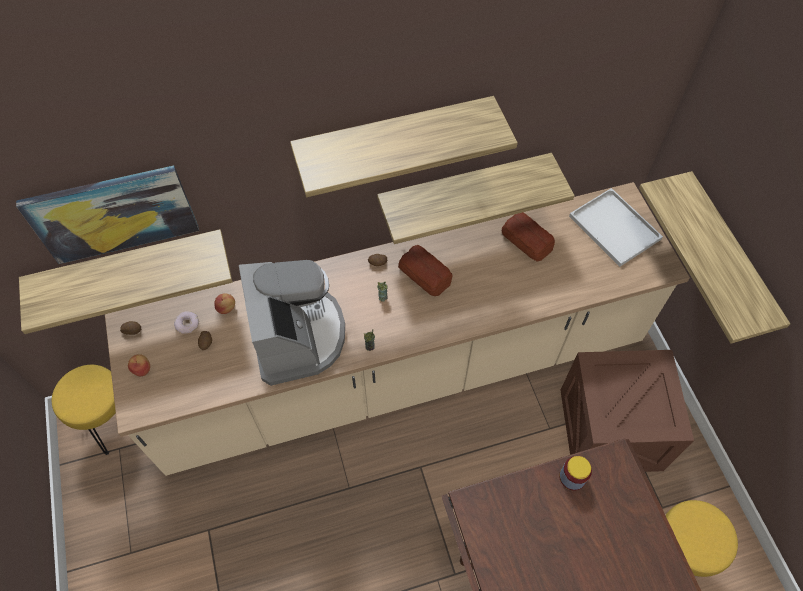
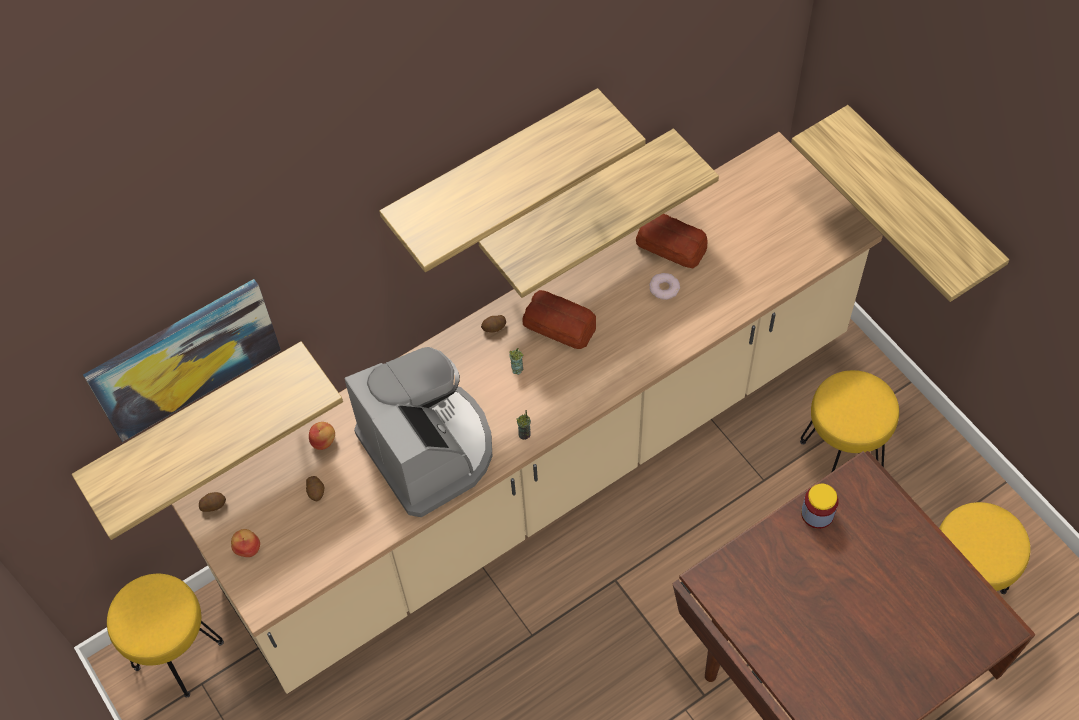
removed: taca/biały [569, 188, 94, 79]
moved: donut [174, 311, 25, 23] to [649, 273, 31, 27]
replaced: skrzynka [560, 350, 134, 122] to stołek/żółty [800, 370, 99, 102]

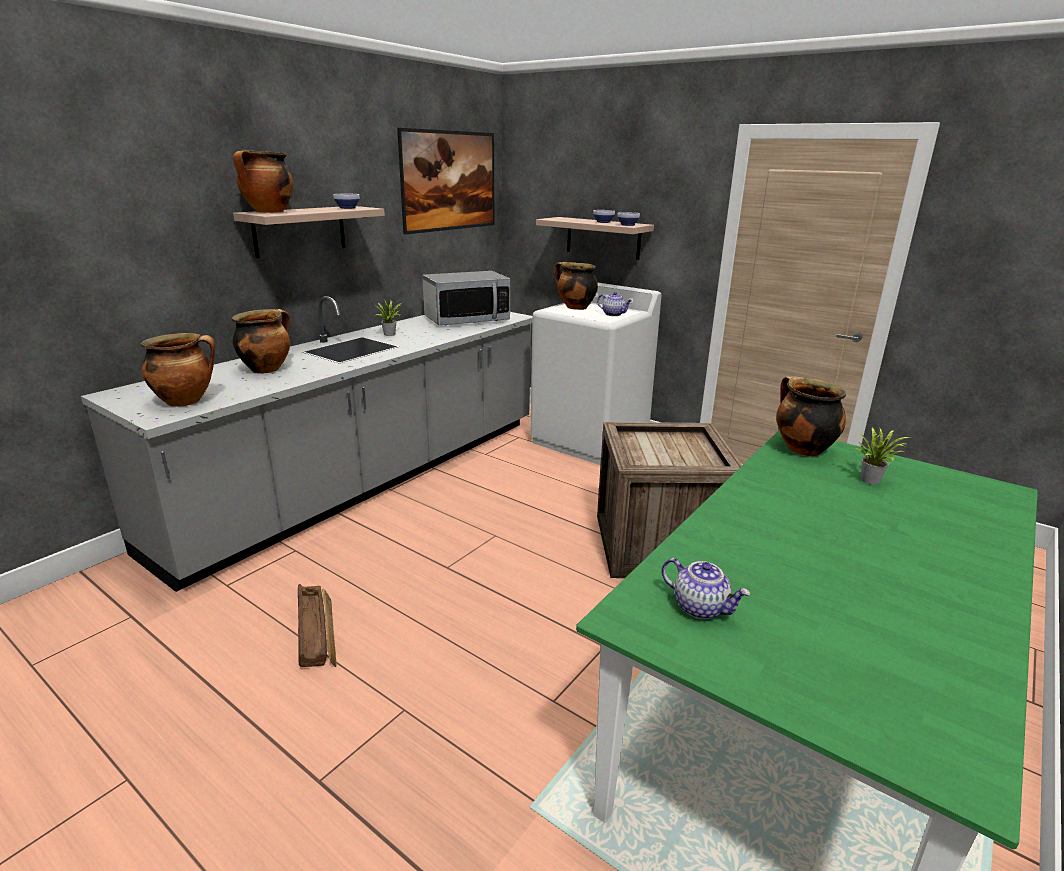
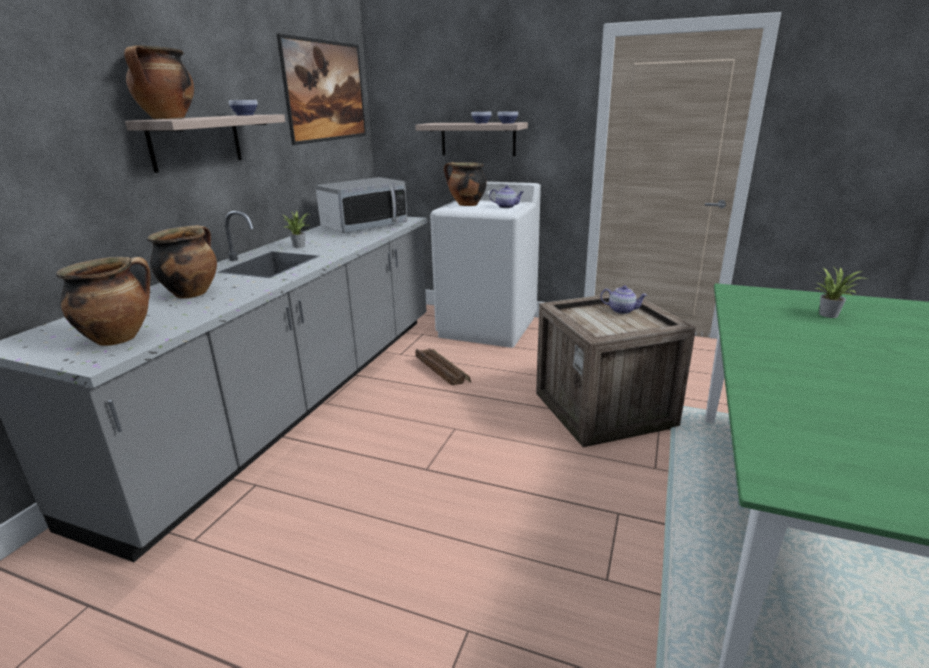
removed: garnek [776, 376, 70, 81]
moved: skrzynka [298, 584, 39, 83] to [415, 349, 56, 36]; imbryk [662, 558, 88, 61] to [600, 285, 47, 29]

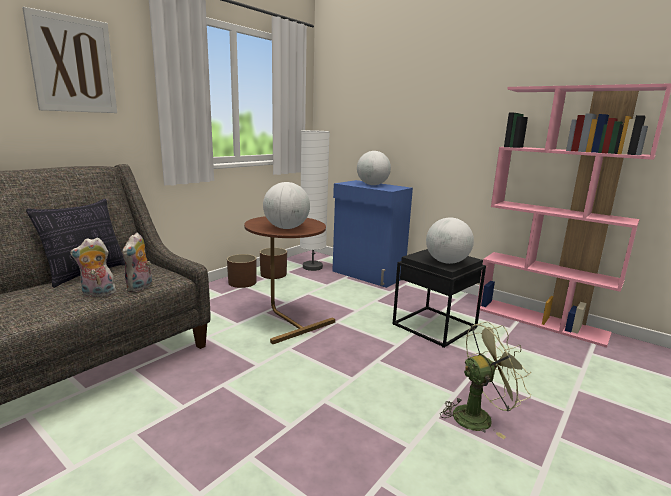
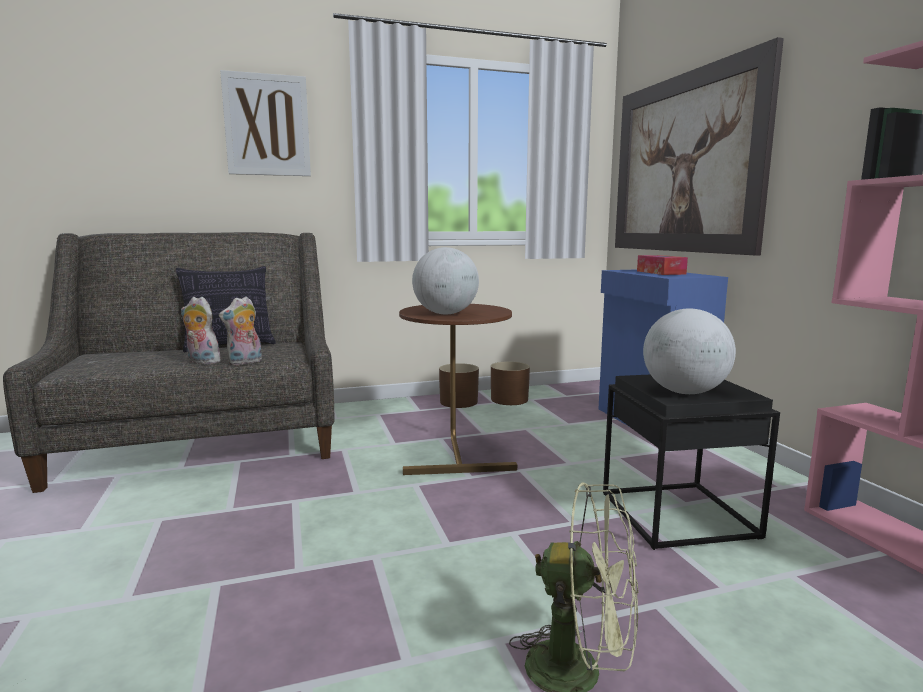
removed: lampa stojąca/biały [300, 130, 30, 141]
added: obraz [615, 37, 169, 218]
replaced: globus [357, 151, 34, 34] to pudełko chusteczek [637, 255, 51, 20]

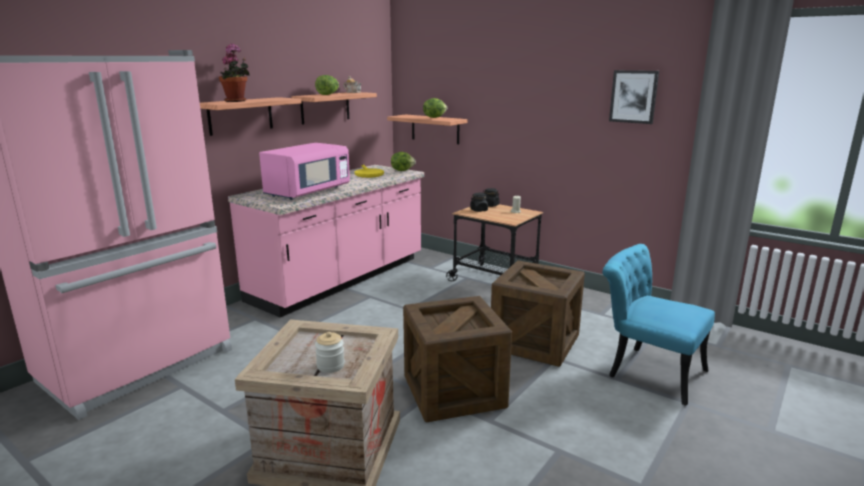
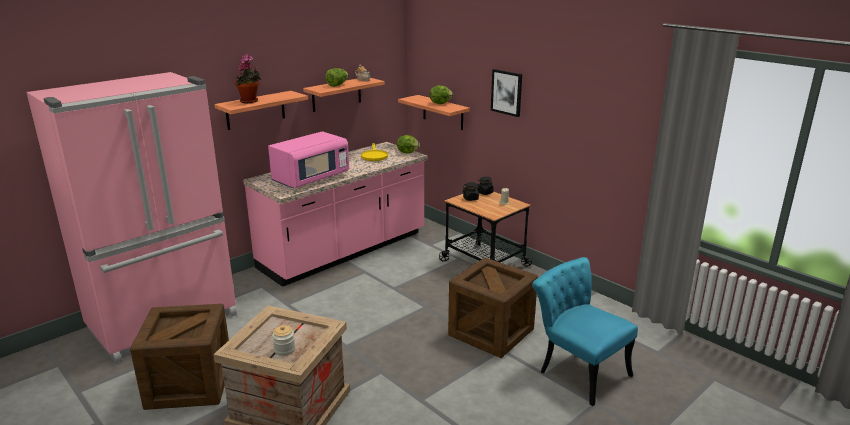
moved: skrzynka [403, 296, 109, 127] to [130, 304, 99, 106]; obraz [609, 70, 50, 54] to [491, 69, 31, 48]

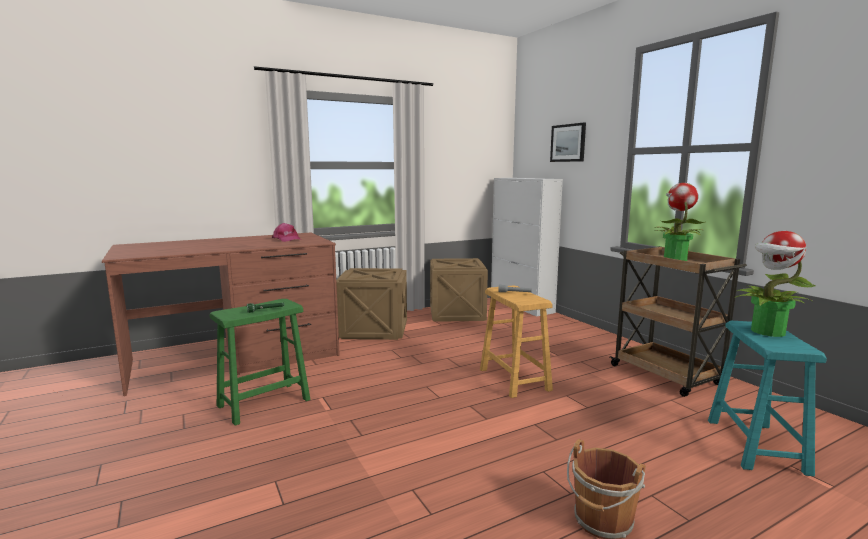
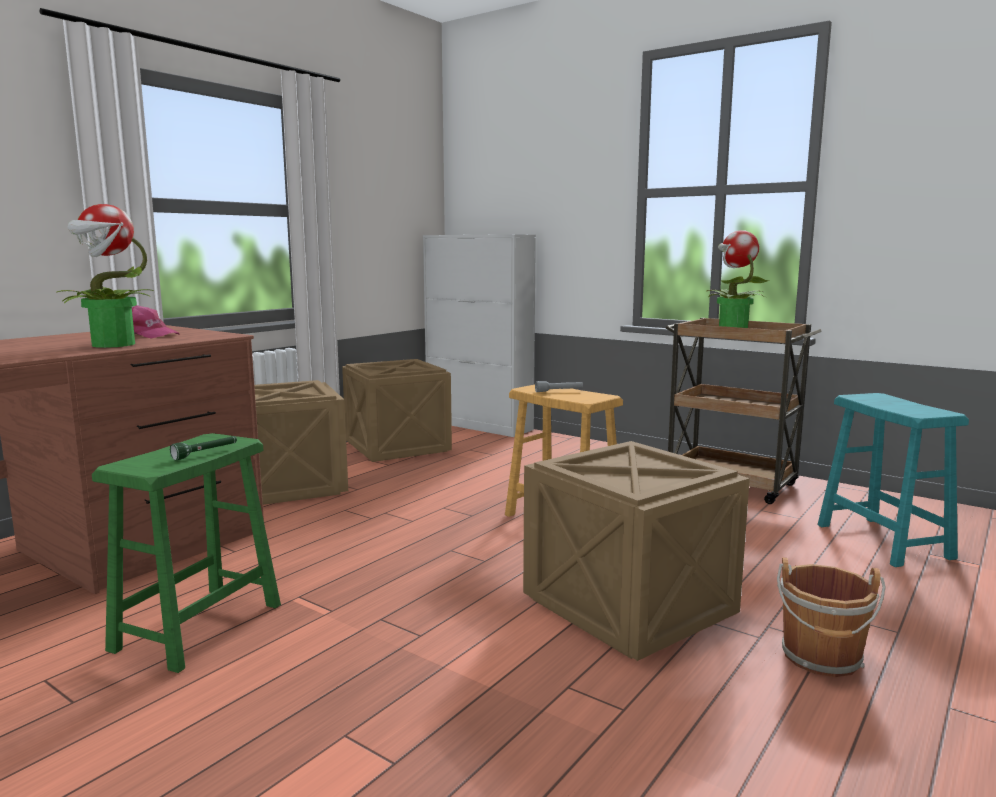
removed: obraz [550, 123, 36, 39]
added: skrzynka [523, 441, 227, 220]
moved: roślina doniczkowa [734, 231, 81, 106] to [56, 204, 98, 144]

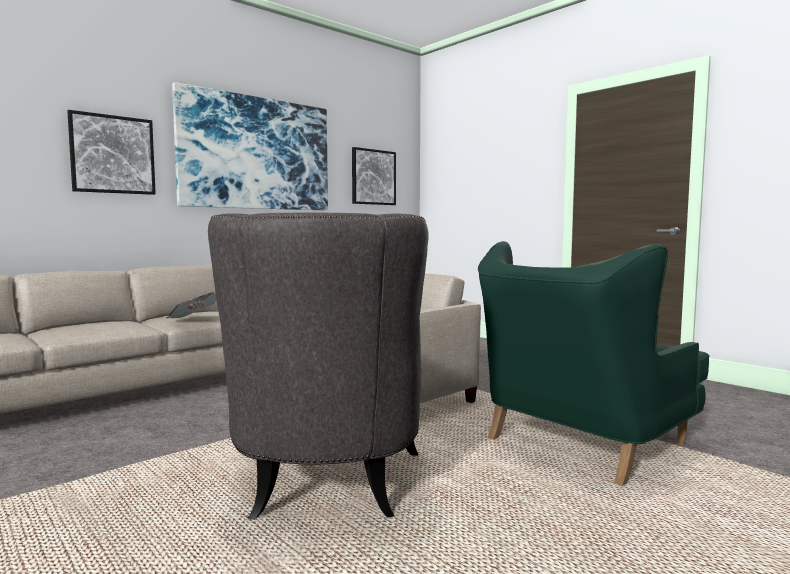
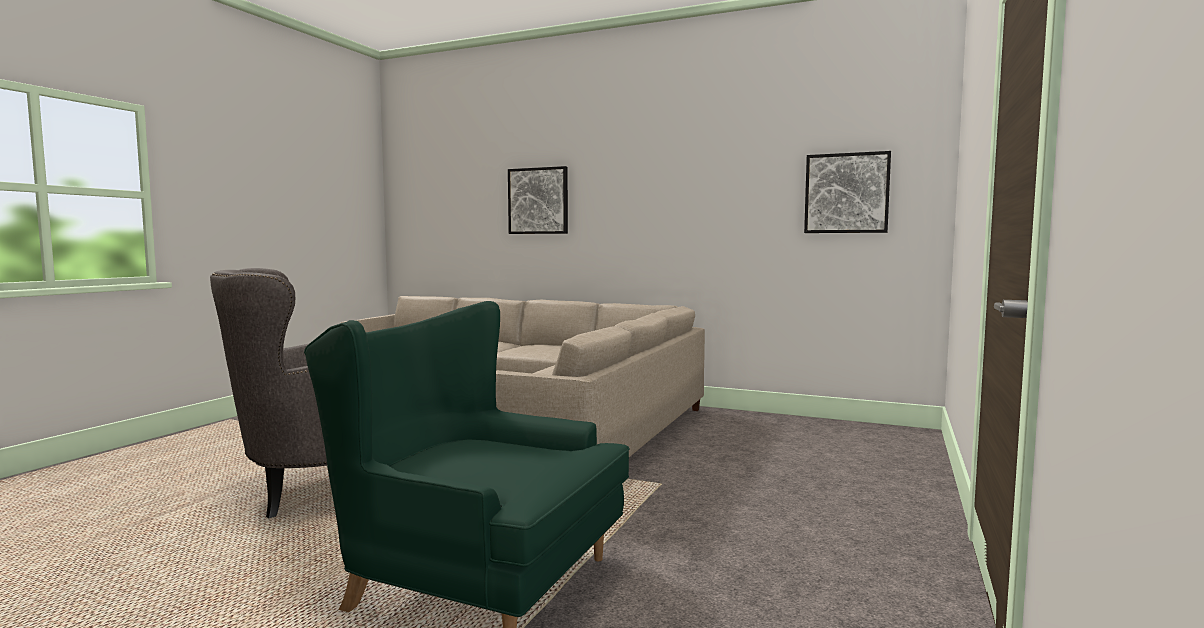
removed: gazeta [166, 292, 50, 27]; obraz [172, 82, 156, 128]

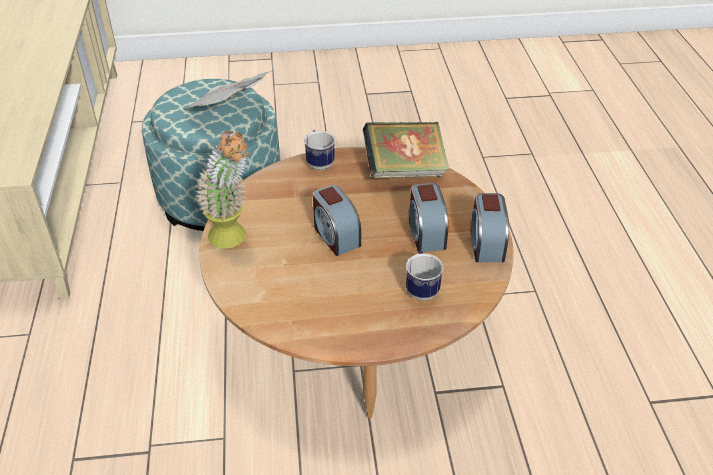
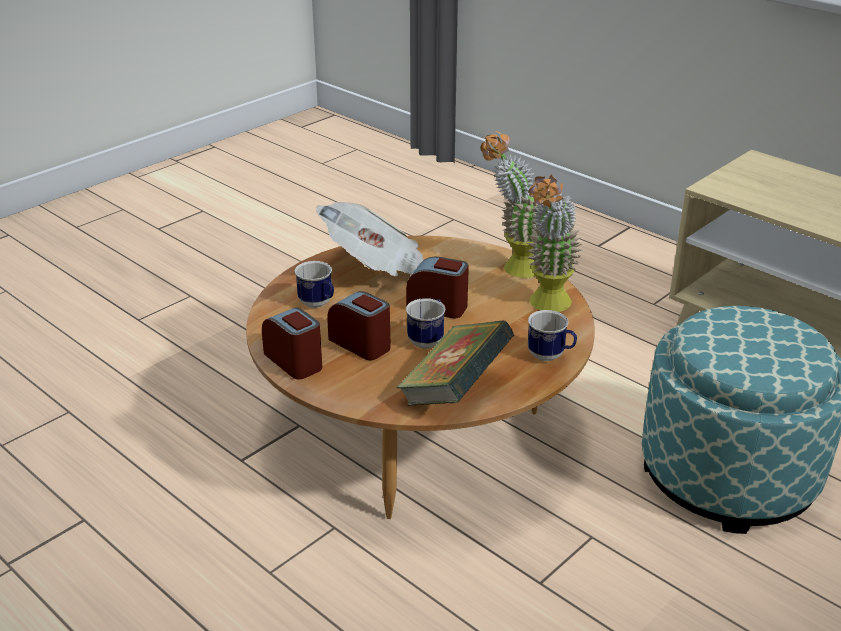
added: kubek [406, 298, 39, 51]; roślina doniczkowa [526, 174, 56, 138]
moved: gazeta [183, 70, 91, 39] to [316, 202, 107, 74]

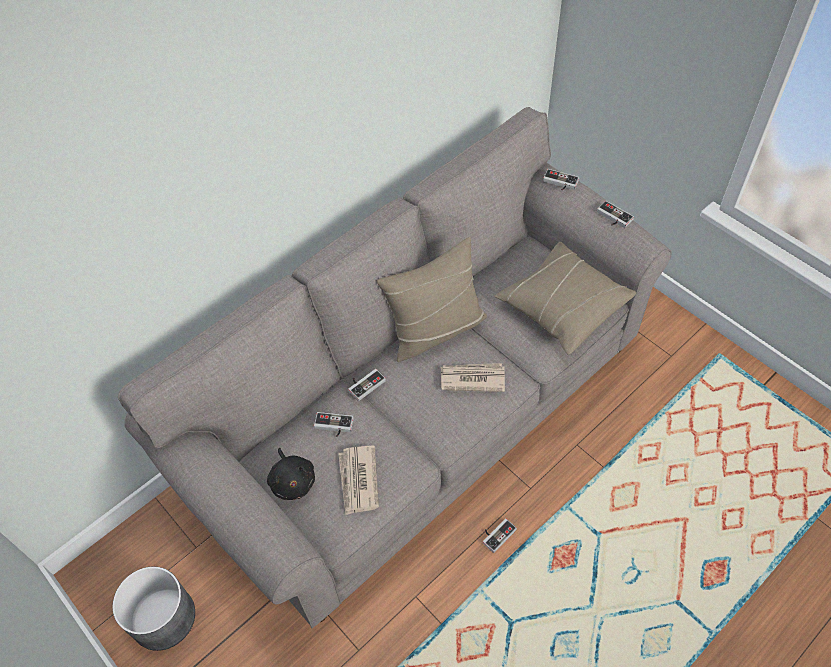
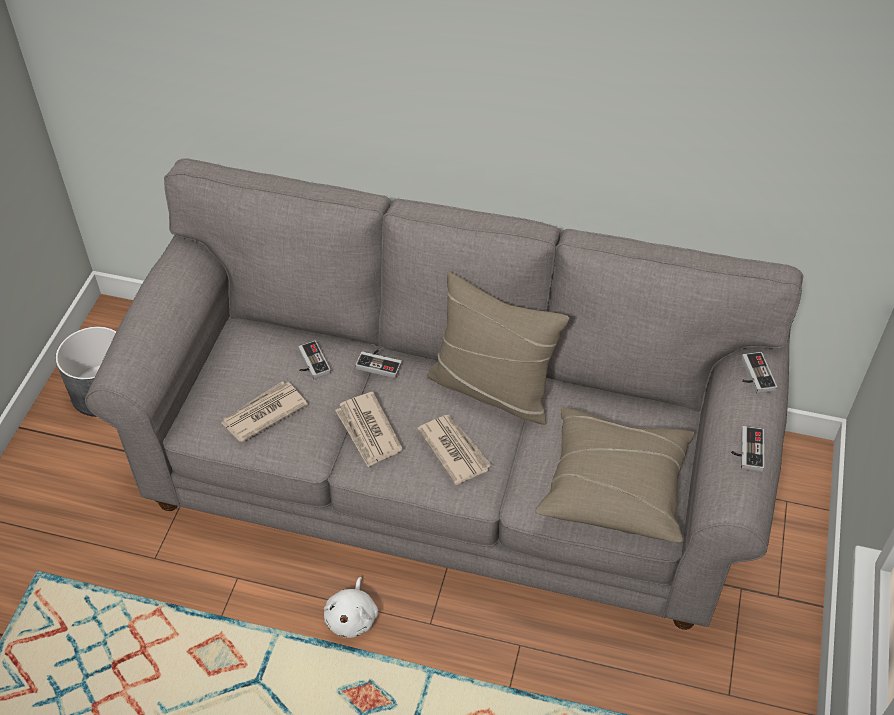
removed: pluszak/czarny [267, 448, 48, 52]
added: gazeta [335, 392, 68, 76]
replaced: pad do gier [483, 518, 34, 35] to pluszak/biały [324, 577, 54, 61]

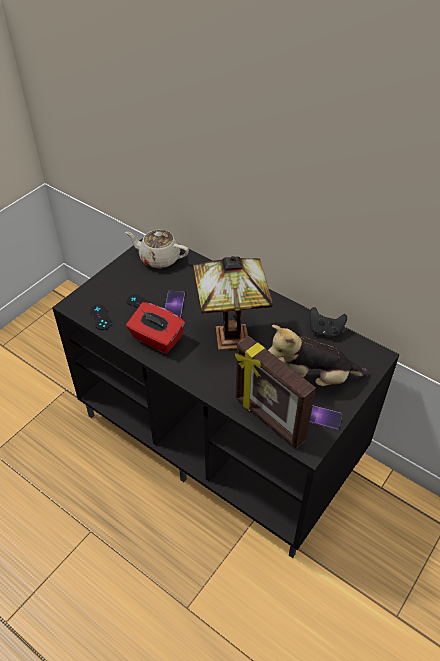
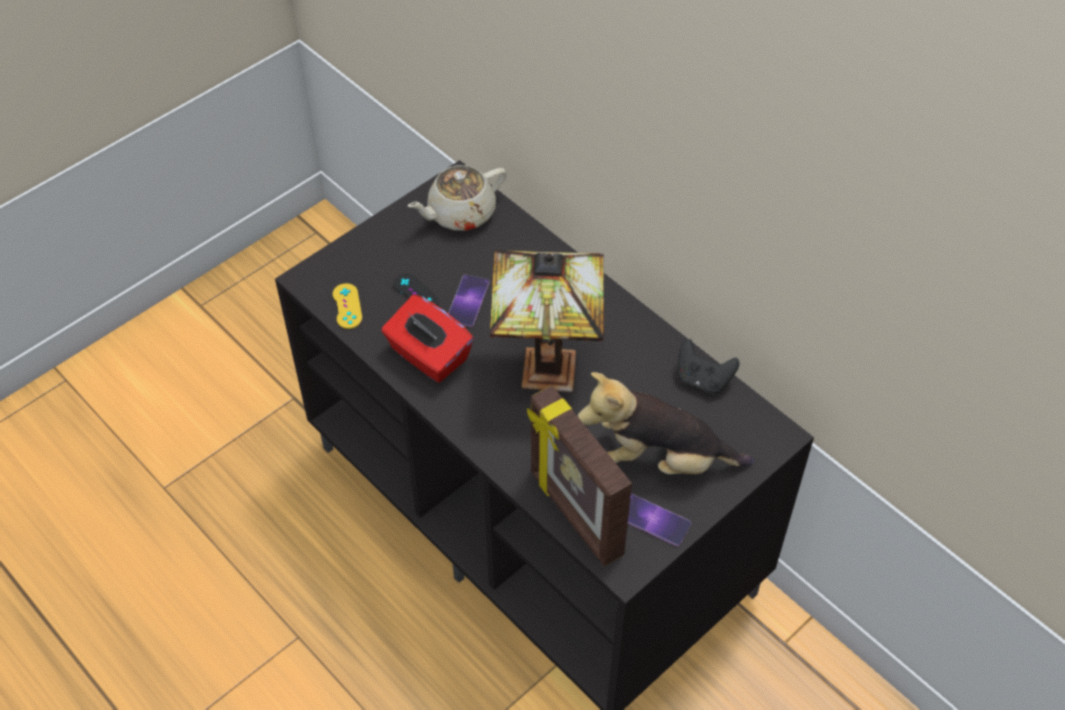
recoloured: pad do gier/czarny [90, 304, 21, 26] to pad do gier/żółty [333, 283, 29, 46]
turned: imbryk/beżowy [125, 230, 64, 38] = [408, 165, 98, 66] 60 degrees counterclockwise

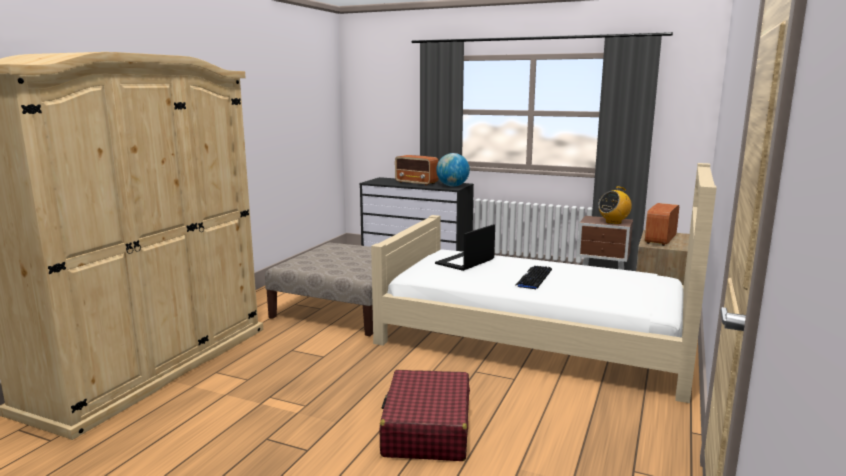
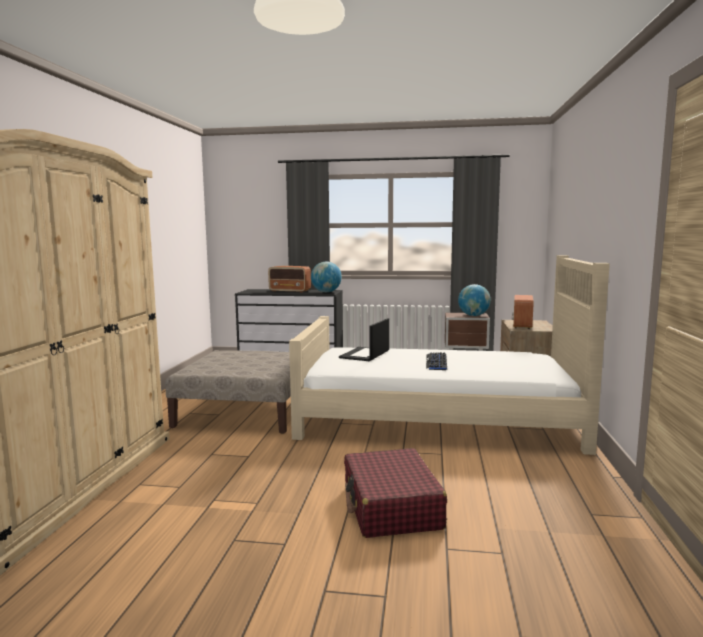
replaced: radio [598, 186, 34, 38] to globus [458, 284, 33, 32]

